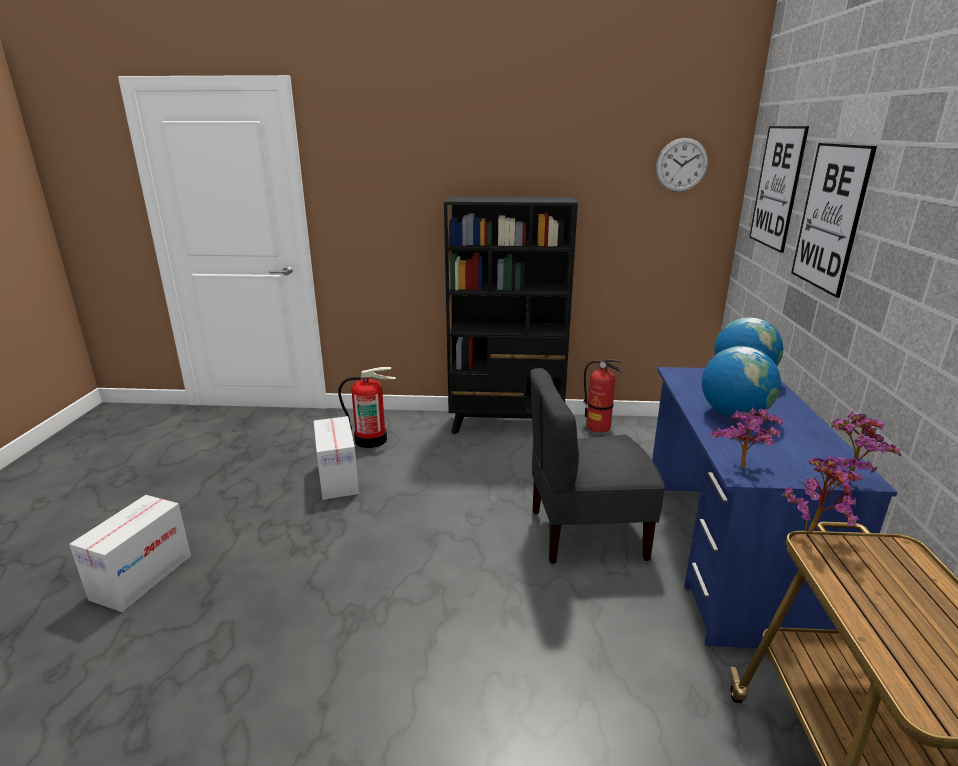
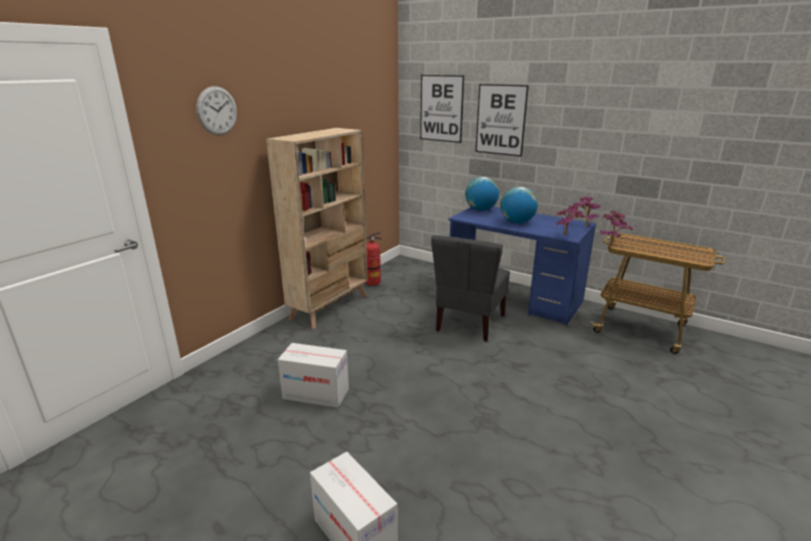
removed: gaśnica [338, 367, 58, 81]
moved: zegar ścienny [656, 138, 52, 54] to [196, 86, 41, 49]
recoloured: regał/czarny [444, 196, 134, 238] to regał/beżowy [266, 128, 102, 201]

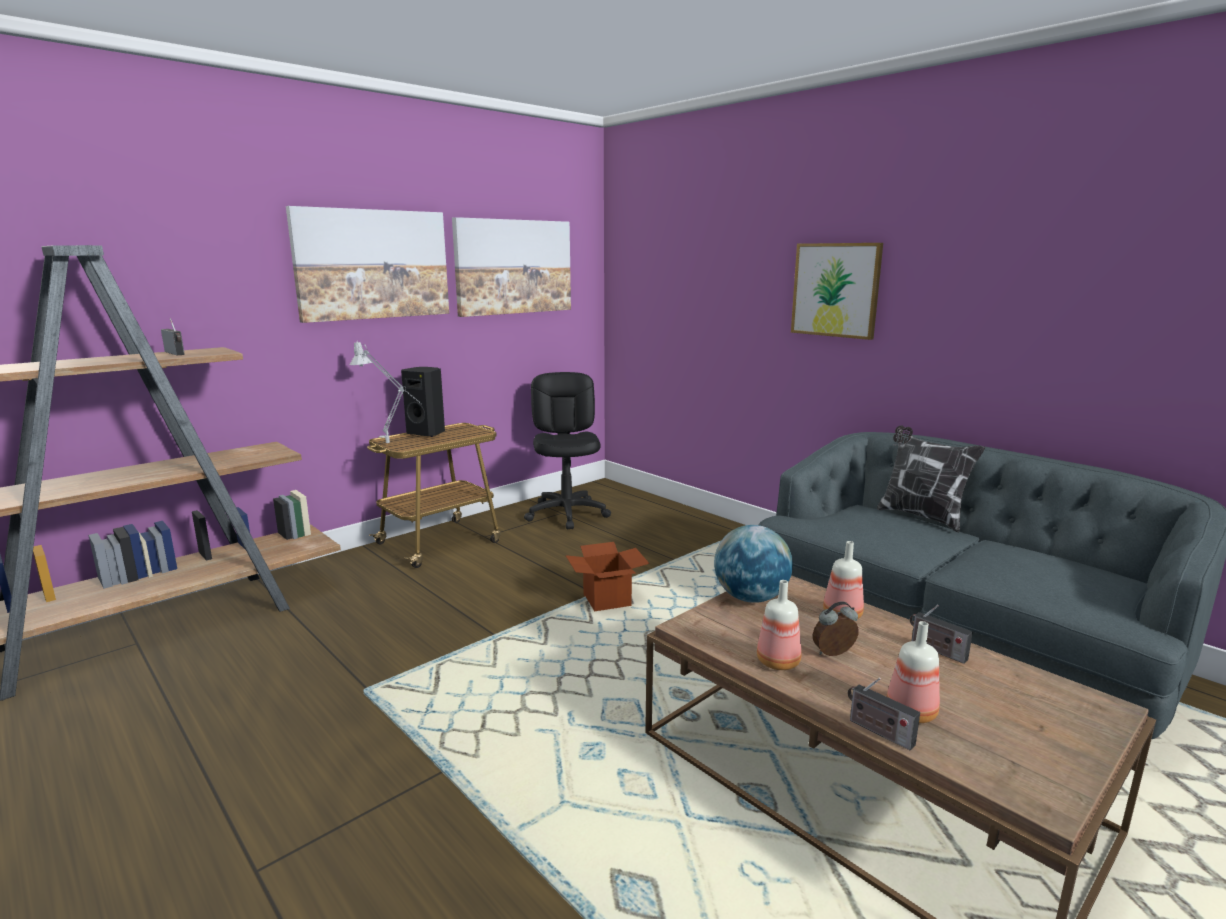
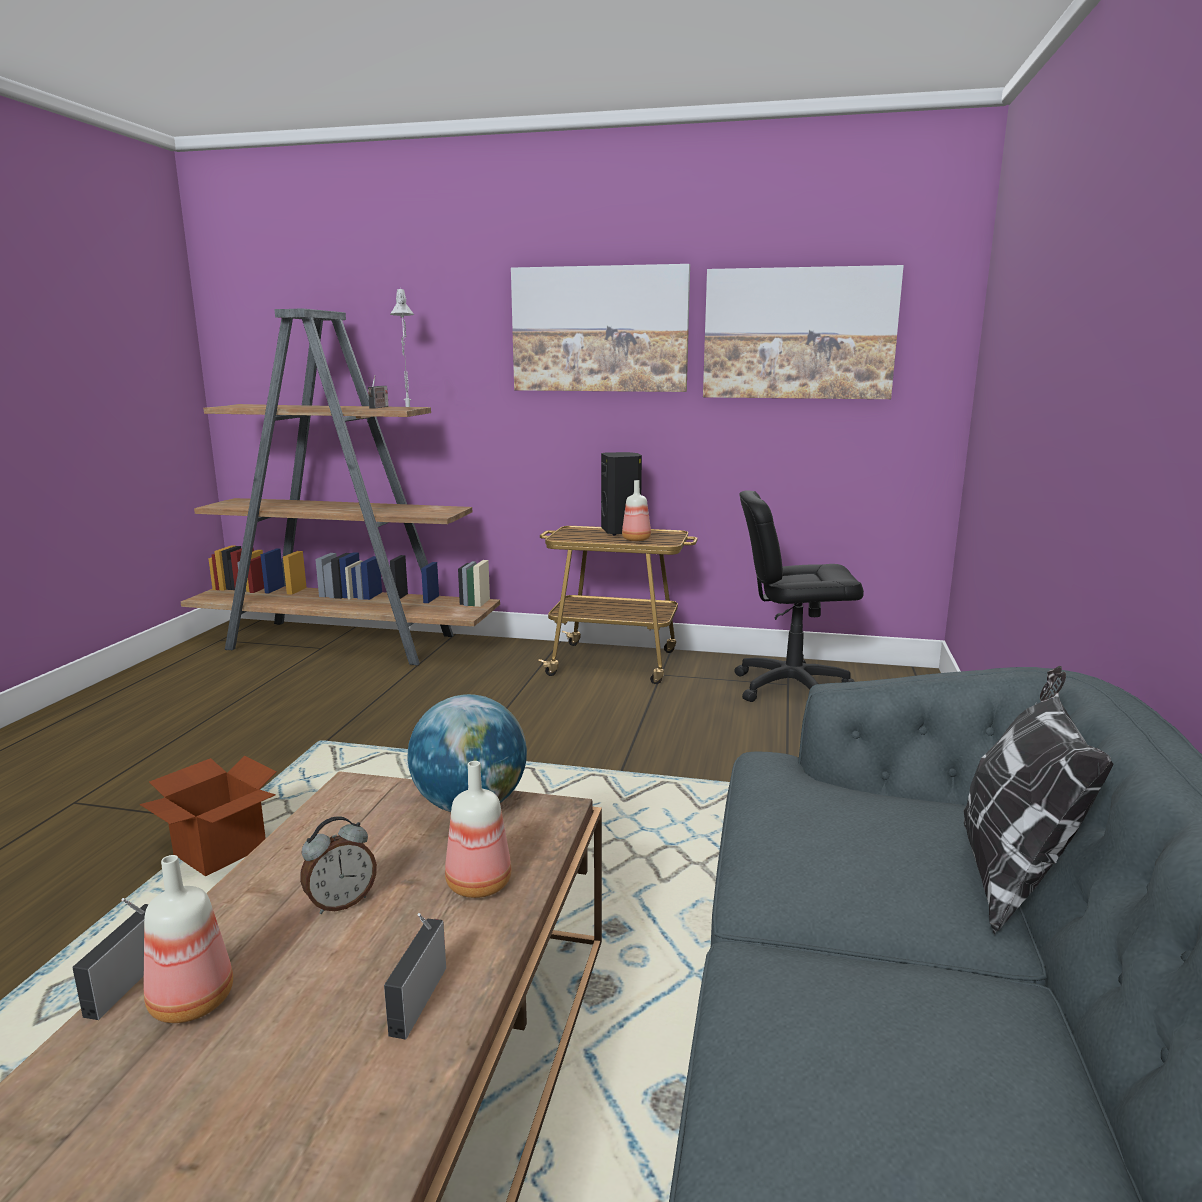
removed: obraz [791, 243, 92, 97]
moved: lampa stołowa/szary [350, 342, 71, 101] to [390, 287, 24, 120]; karton [565, 542, 85, 69] to [140, 756, 137, 120]; butelka [757, 580, 44, 90] to [622, 480, 29, 61]
turned: krzesło biurowe/czarny [524, 372, 87, 157] = [734, 490, 130, 212] 135 degrees counterclockwise; budzik [813, 601, 45, 55] = [300, 816, 77, 98] 105 degrees clockwise

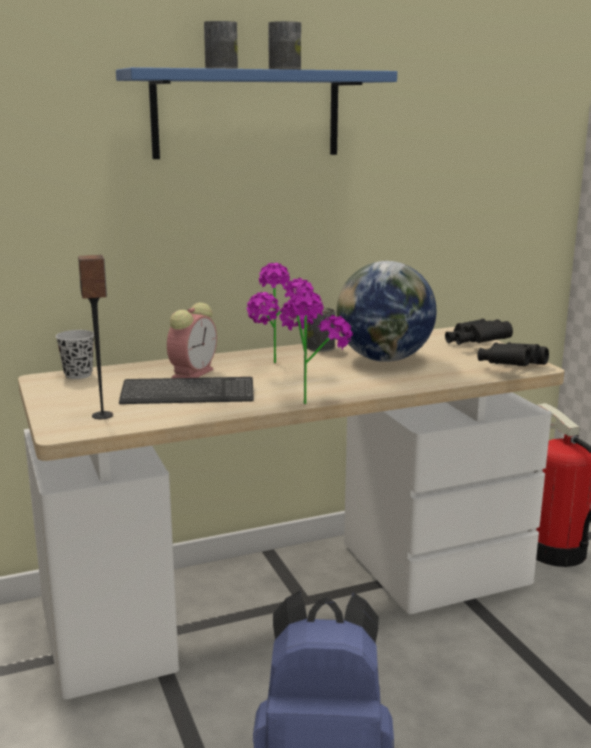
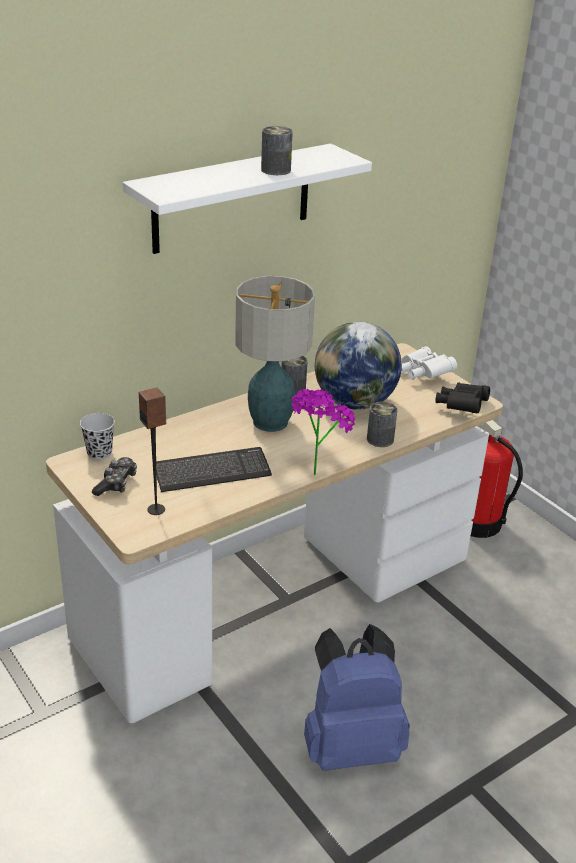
removed: budzik [167, 303, 50, 75]
added: pad do gier [92, 457, 45, 39]
moved: puszka [204, 21, 34, 48] to [367, 402, 31, 45]
replaced: roślina doniczkowa [247, 263, 67, 100] to lampa stołowa [235, 276, 80, 156]
recoloured: półka/niebieski [116, 67, 281, 92] to półka/biały [123, 144, 249, 110]; lornetka/czarny [445, 319, 68, 26] to lornetka/biały [401, 346, 56, 34]

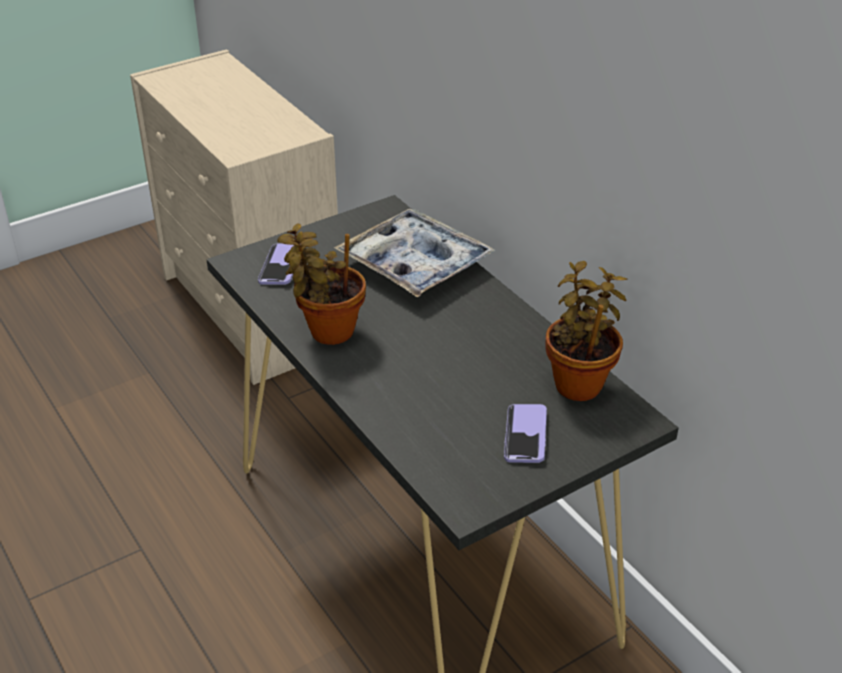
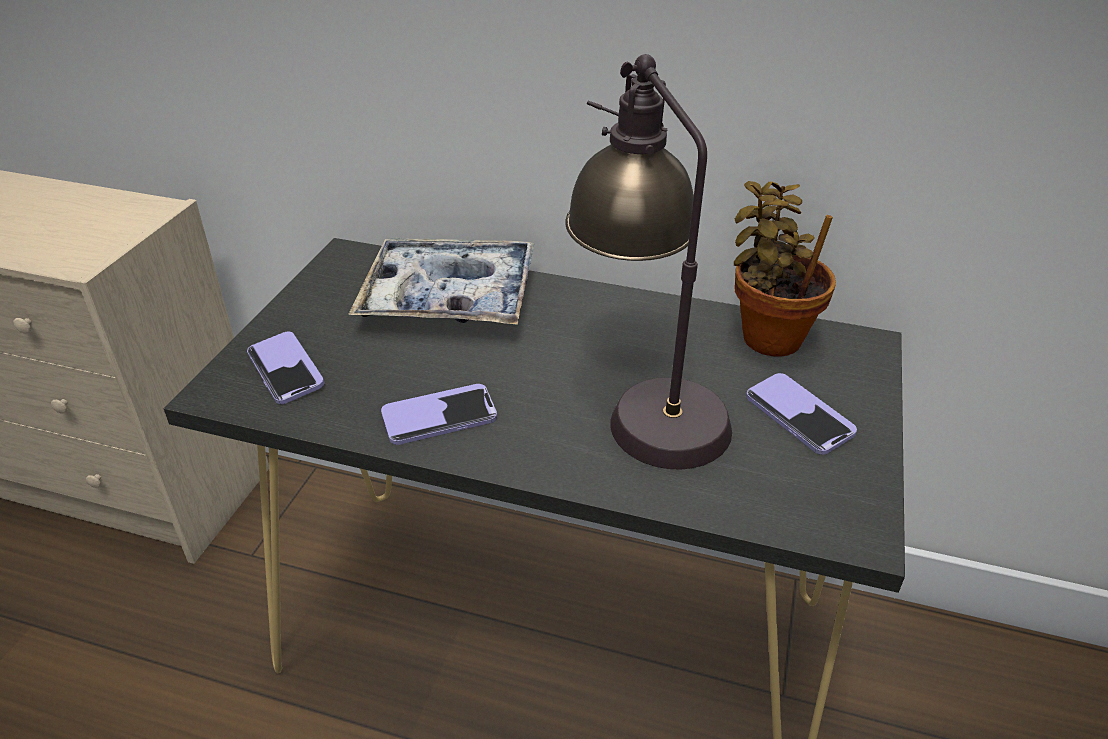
added: lampa stołowa [565, 54, 167, 416]
replaced: roślina doniczkowa [277, 223, 89, 122] to telefon [381, 384, 116, 61]

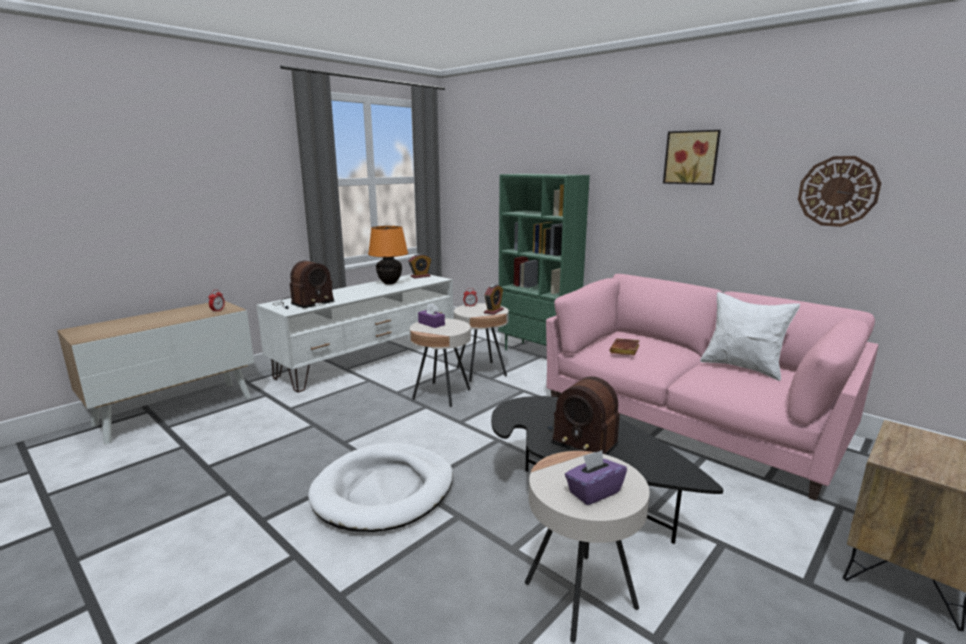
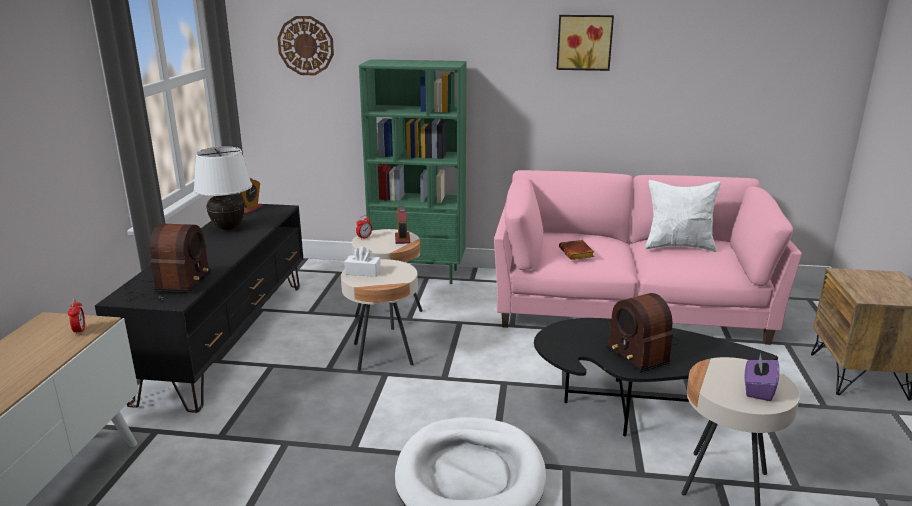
moved: zegar ścienny [798, 156, 83, 71] to [277, 16, 57, 59]
recoloured: szafka pod telewizor/biały [256, 274, 197, 119] to szafka pod telewizor/czarny [95, 204, 208, 209]; lampa stołowa/pomarańczowy [368, 226, 40, 58] to lampa stołowa/biały [193, 146, 59, 84]; pudełko chusteczek/fioletowy [418, 303, 27, 25] to pudełko chusteczek/biały [344, 246, 37, 31]
turned: radio [548, 376, 72, 79] = [606, 293, 74, 79] 60 degrees clockwise

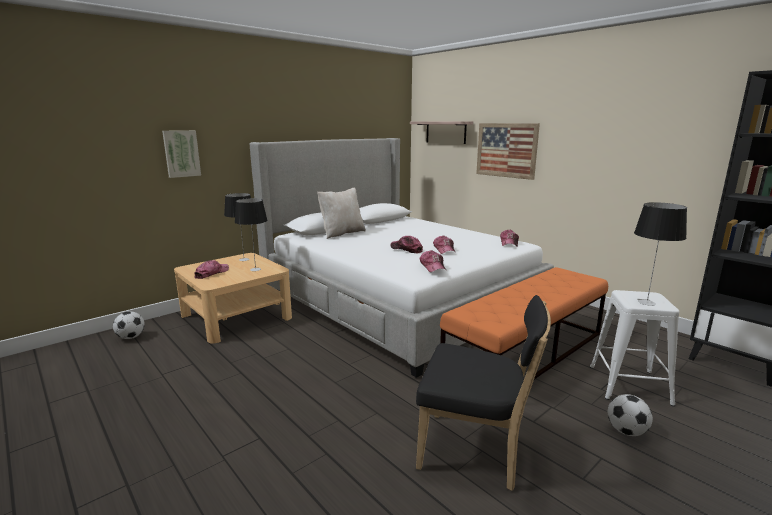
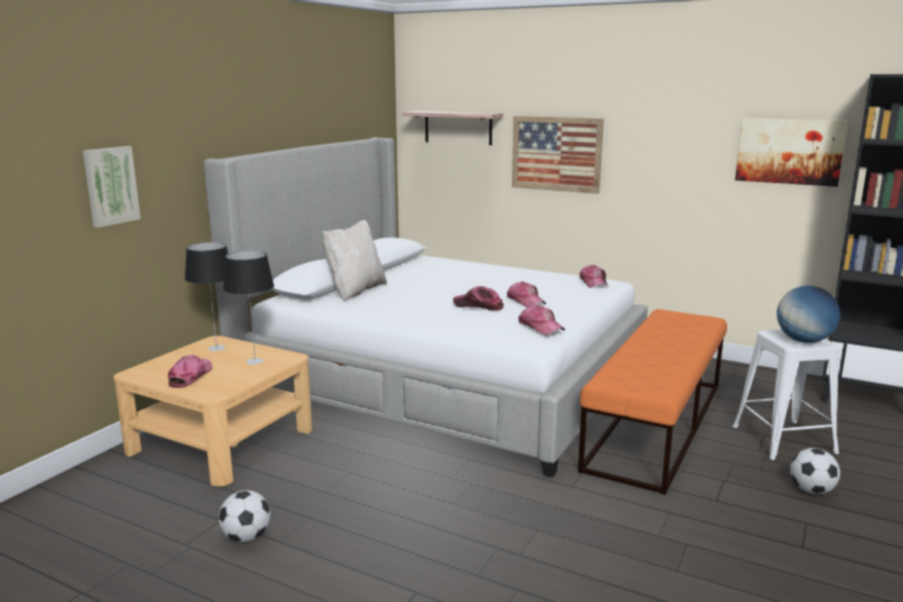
removed: krzesło/czarny [416, 295, 135, 196]
added: obraz [735, 118, 113, 69]
moved: piłka futbolowa [113, 311, 32, 28] to [218, 490, 53, 52]
replaced: lampa stołowa [634, 202, 53, 104] to globus [777, 285, 63, 58]

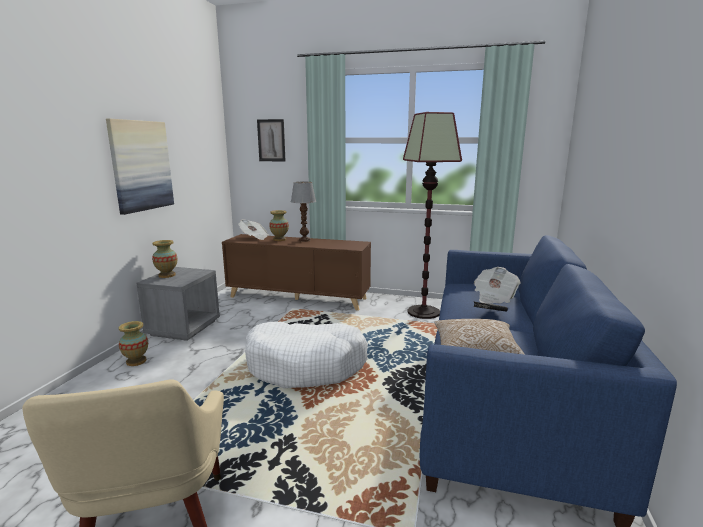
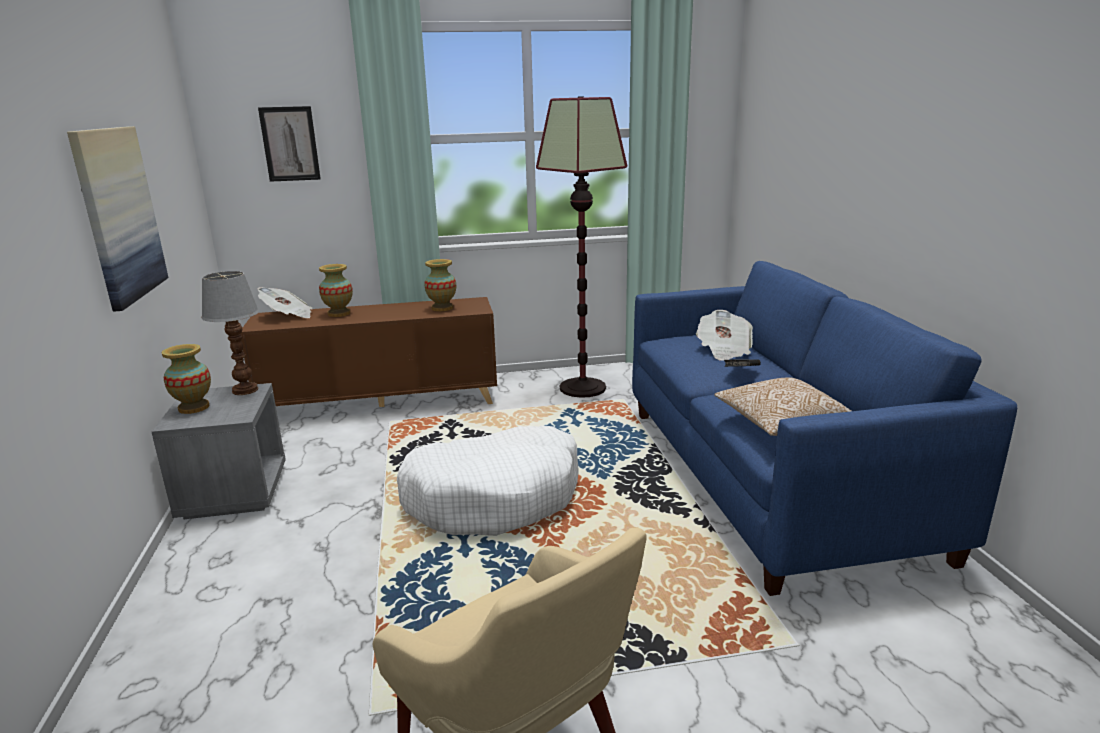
moved: wazon [119, 321, 29, 45] to [424, 259, 32, 52]; lampa stołowa [291, 181, 25, 61] to [202, 271, 57, 124]

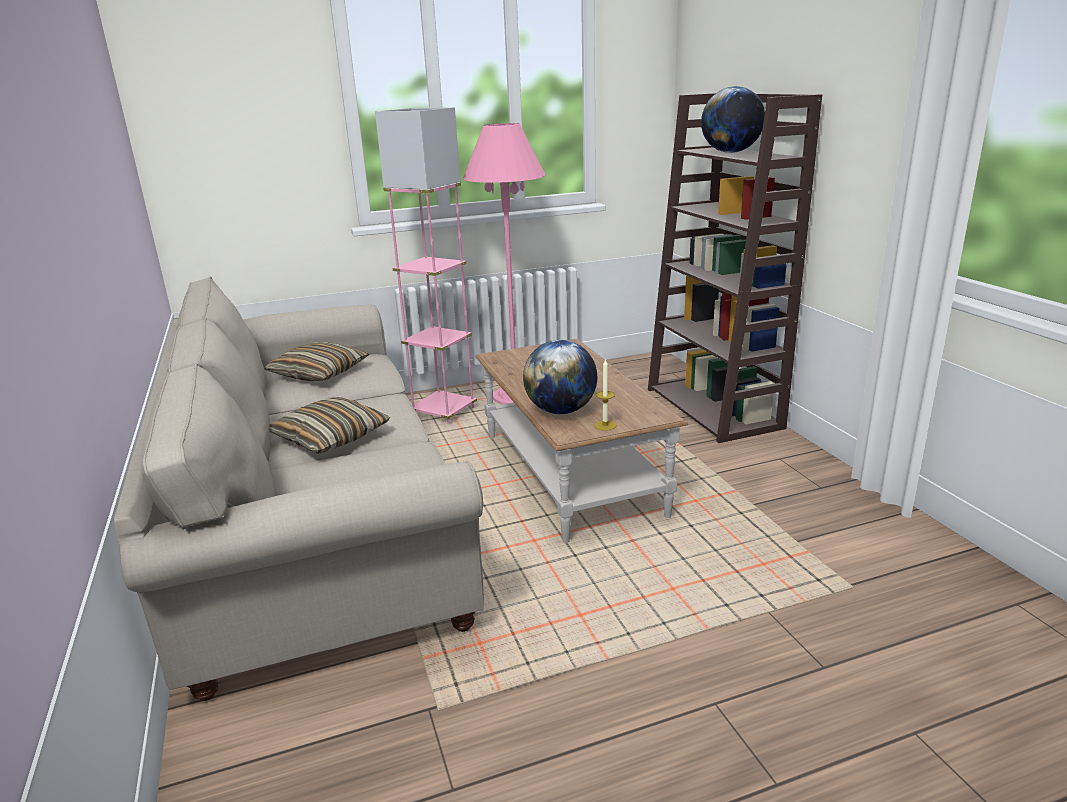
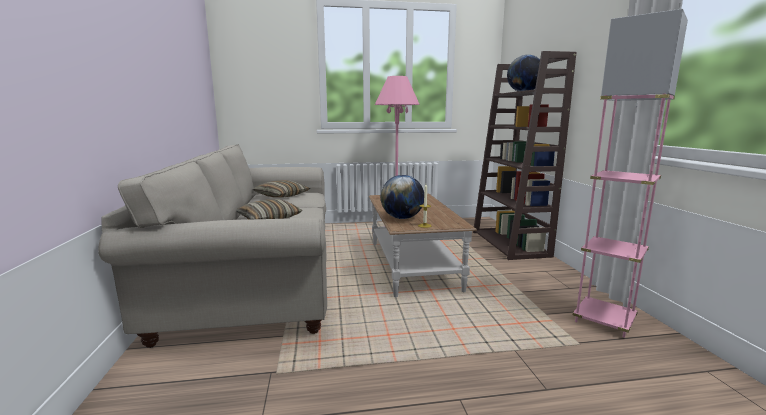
moved: lampa stojąca/różowy [375, 107, 102, 317] to [573, 9, 115, 329]

